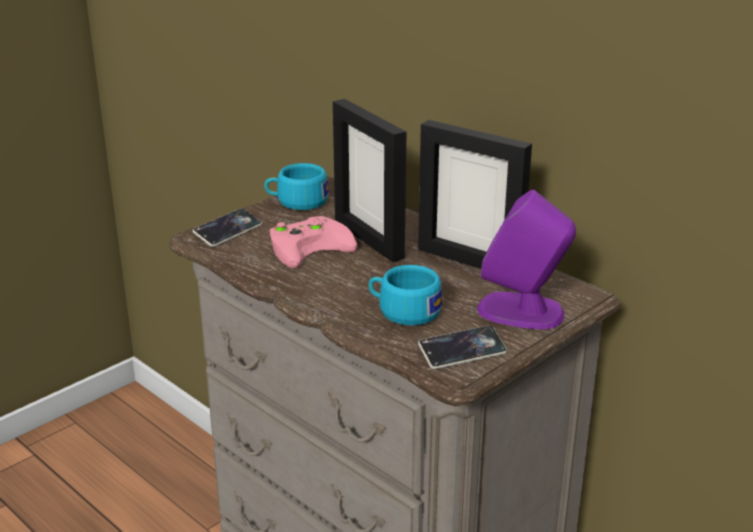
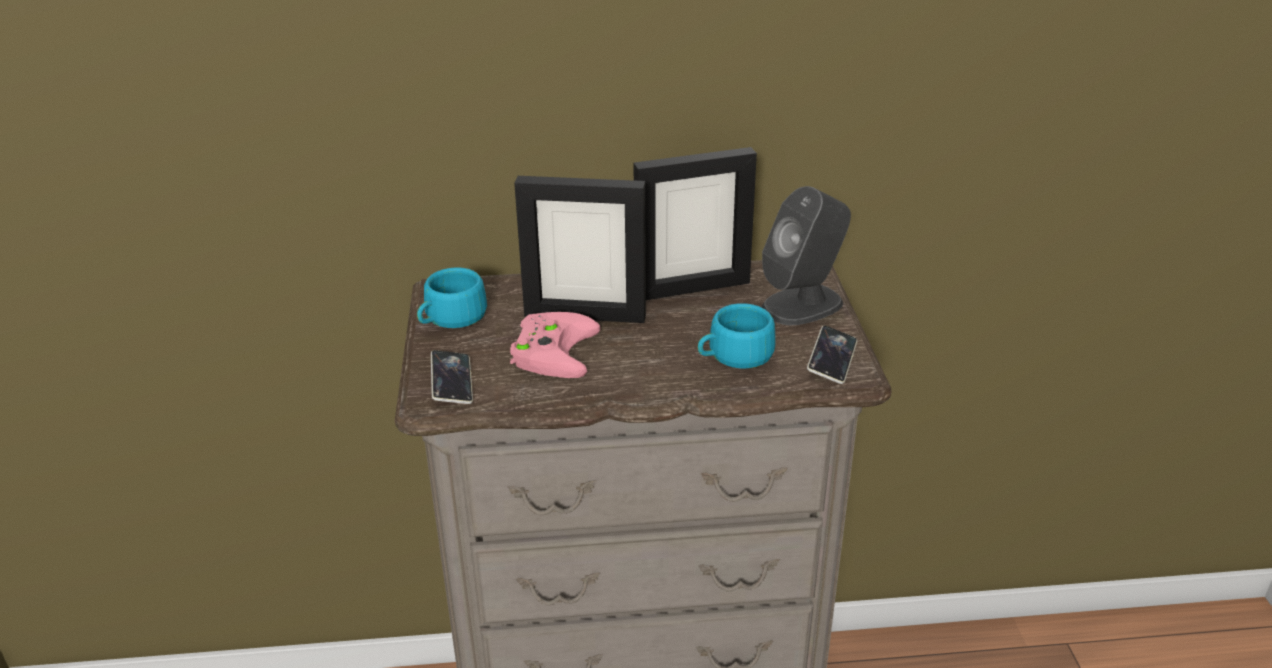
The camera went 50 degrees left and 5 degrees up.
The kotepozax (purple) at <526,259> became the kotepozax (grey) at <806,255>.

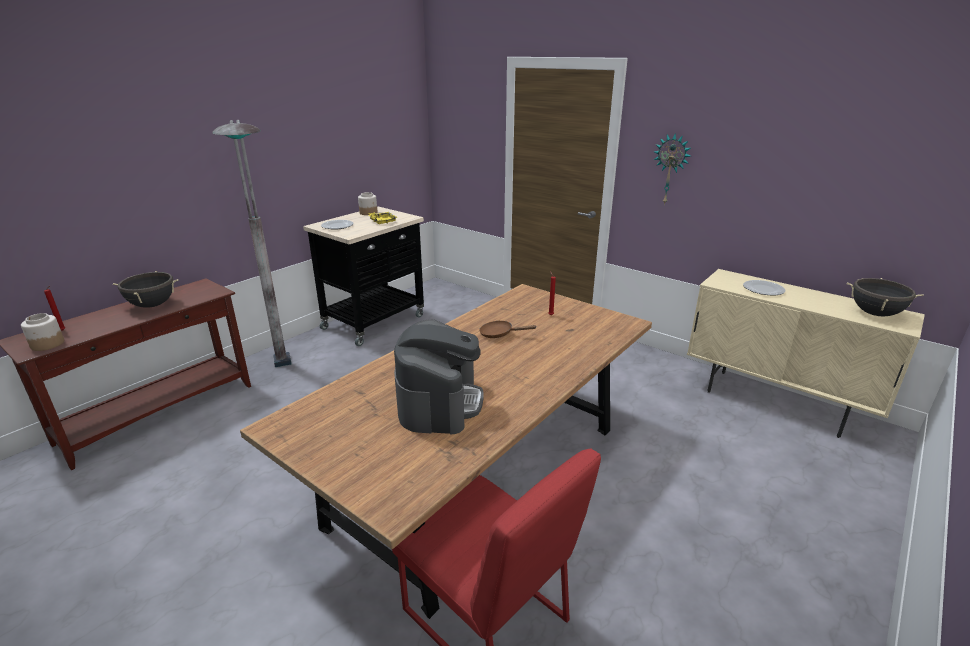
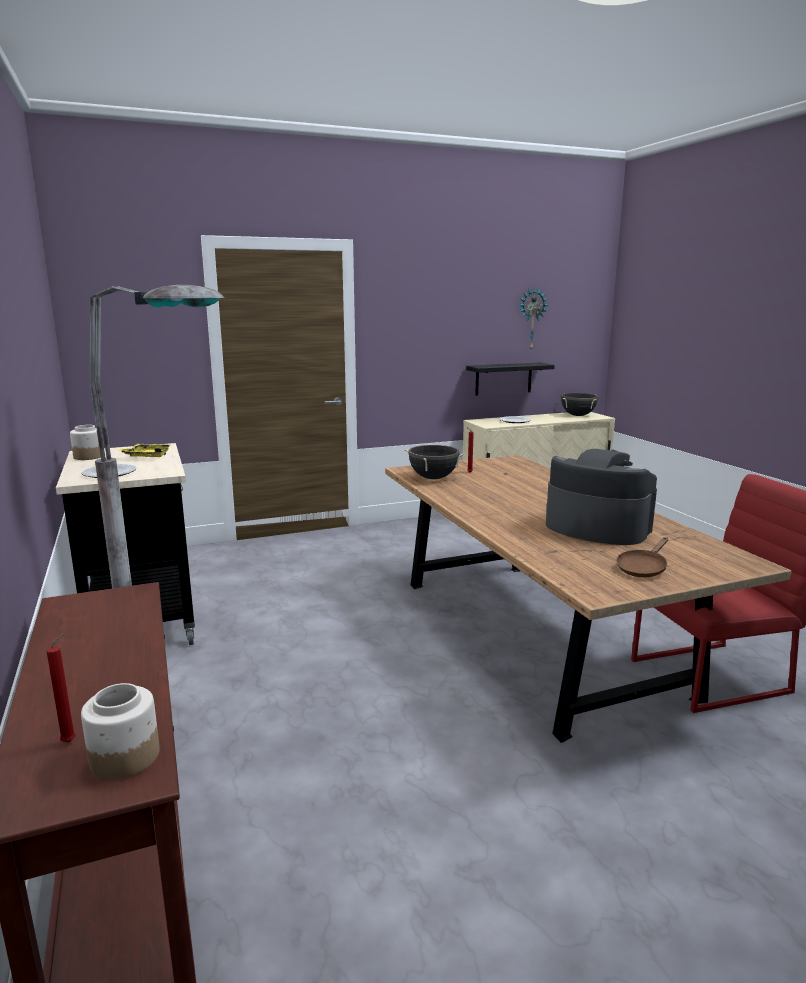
The camera went 60 degrees left and 10 degrees down.
The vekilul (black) moved from <145,289> to <434,462>.
The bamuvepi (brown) moved from <507,329> to <642,557>.
The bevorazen moved from <672,169> to <533,319>.
The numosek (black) at <510,379> appeared.

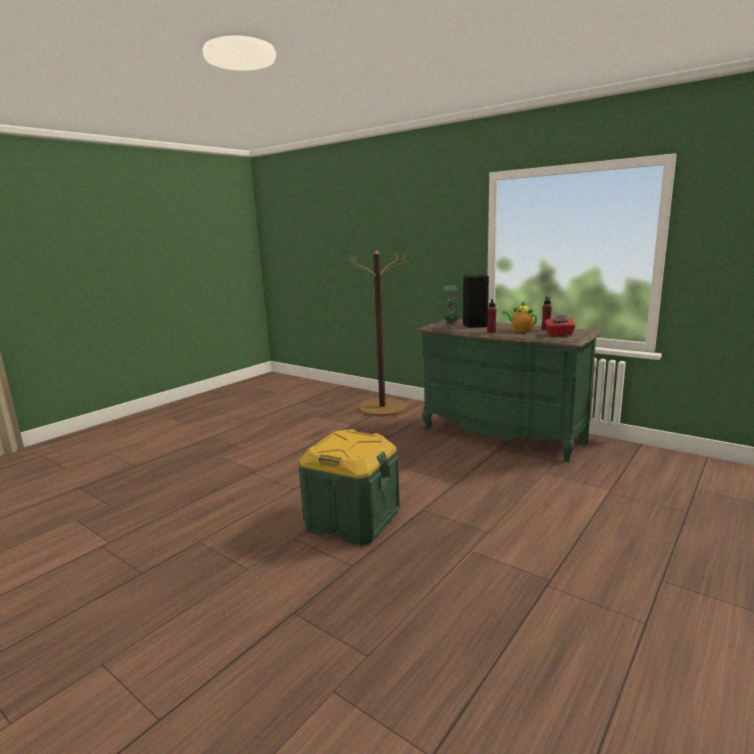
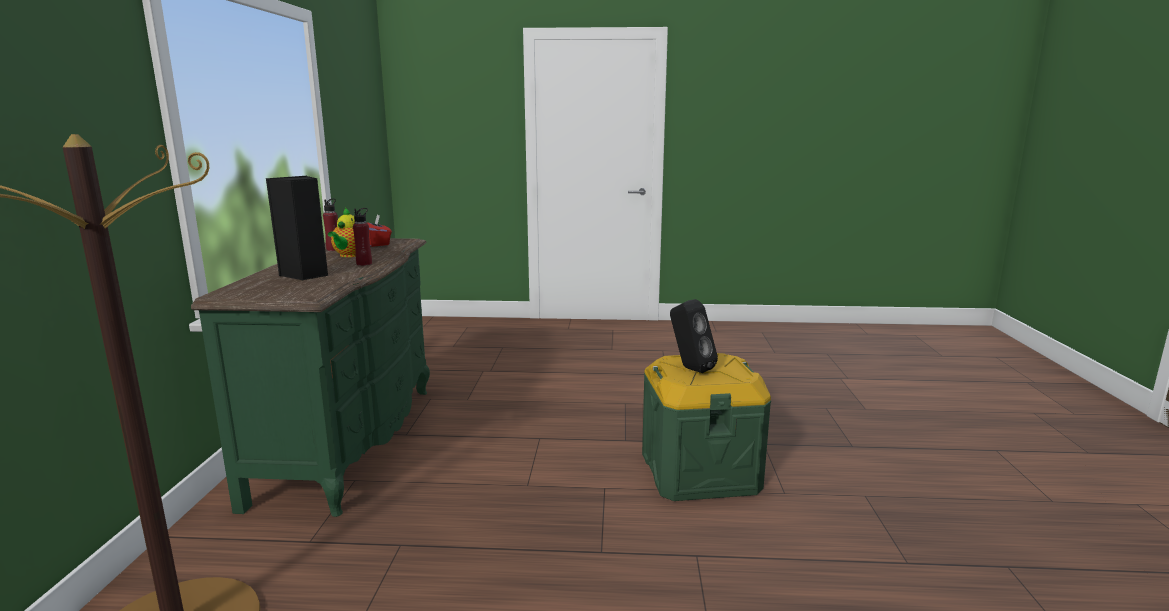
The camera went 125 degrees left and 0 degrees up.
The kotepozax (green) at <451,303> disappeared.
The kotepozax (black) at <694,336> appeared.

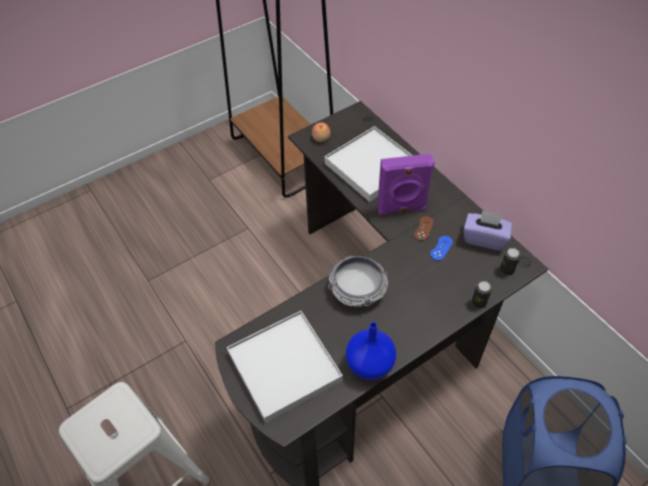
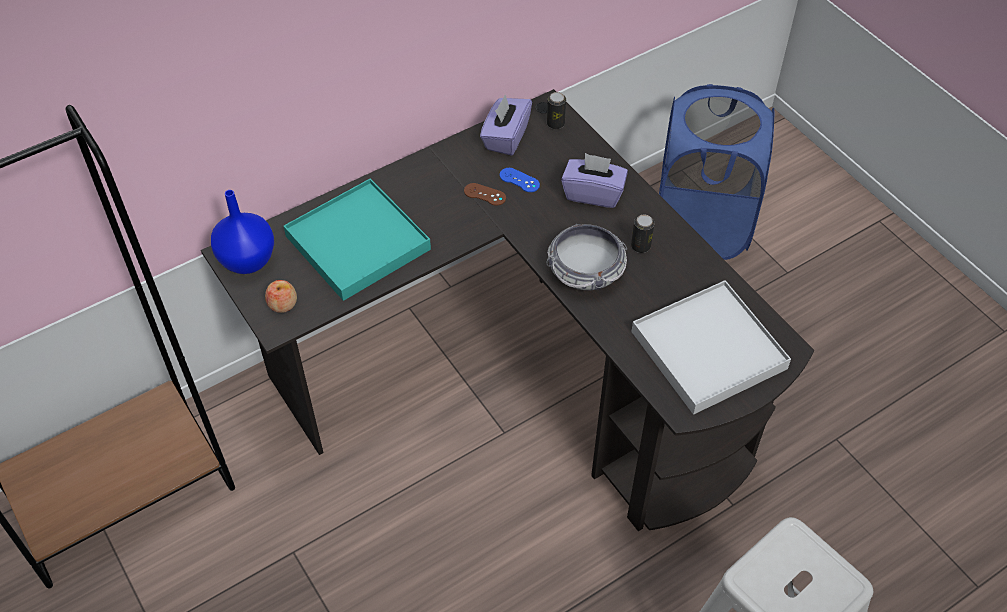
The camera went 90 degrees left and 0 degrees up.
The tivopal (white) at <369,164> became the tivopal (turquoise) at <357,239>.
The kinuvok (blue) moved from <371,351> to <242,232>.
The kotepozax (purple) at <406,184> disappeared.
The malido moved from <482,294> to <642,234>.
The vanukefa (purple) at <594,180> appeared.

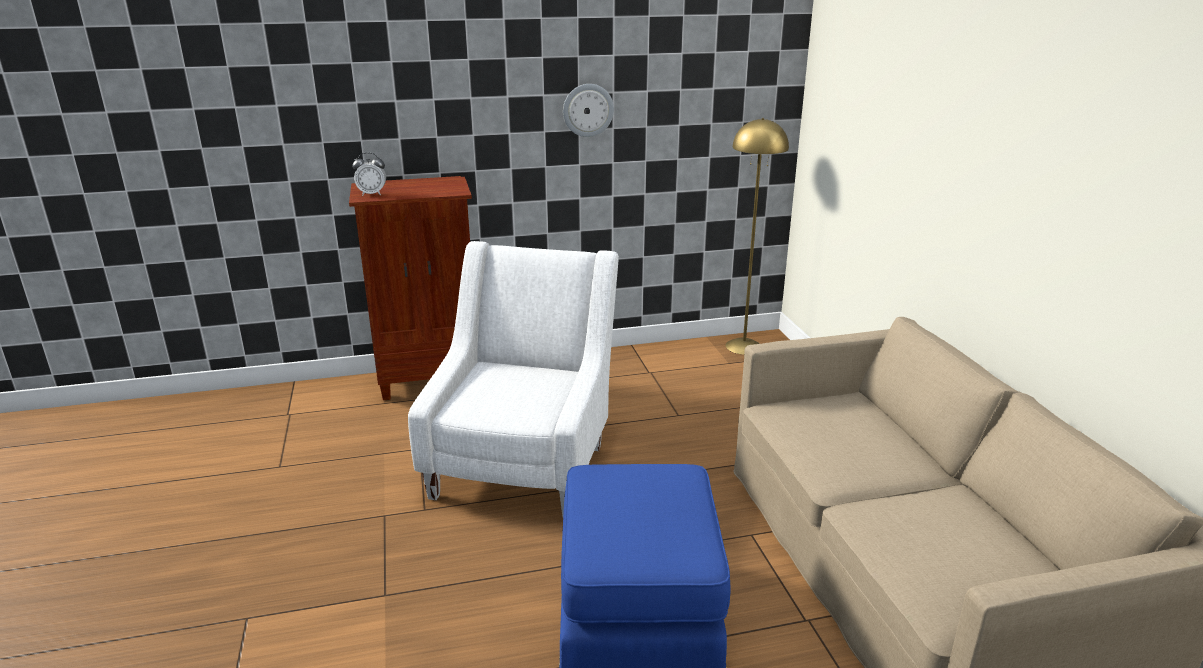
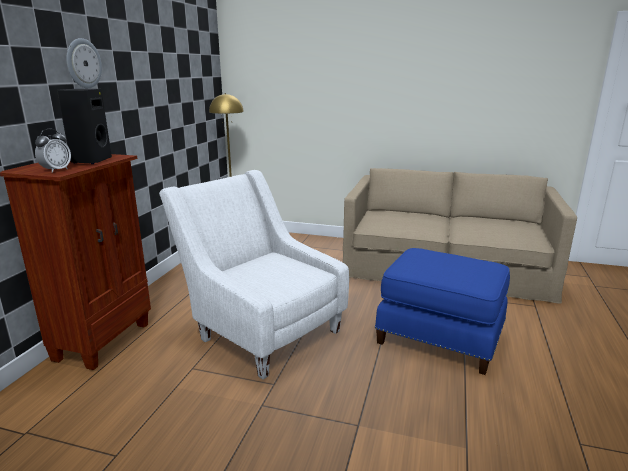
The camera went 60 degrees left and 5 degrees down.
The bevorazen moved from <588,110> to <84,63>.
The kotepozax (black) at <84,126> appeared.

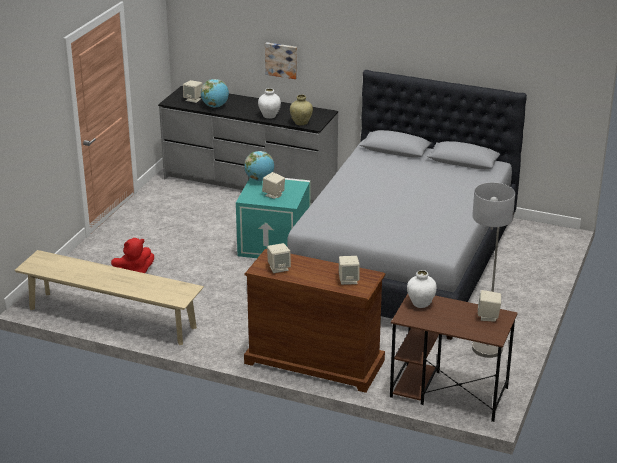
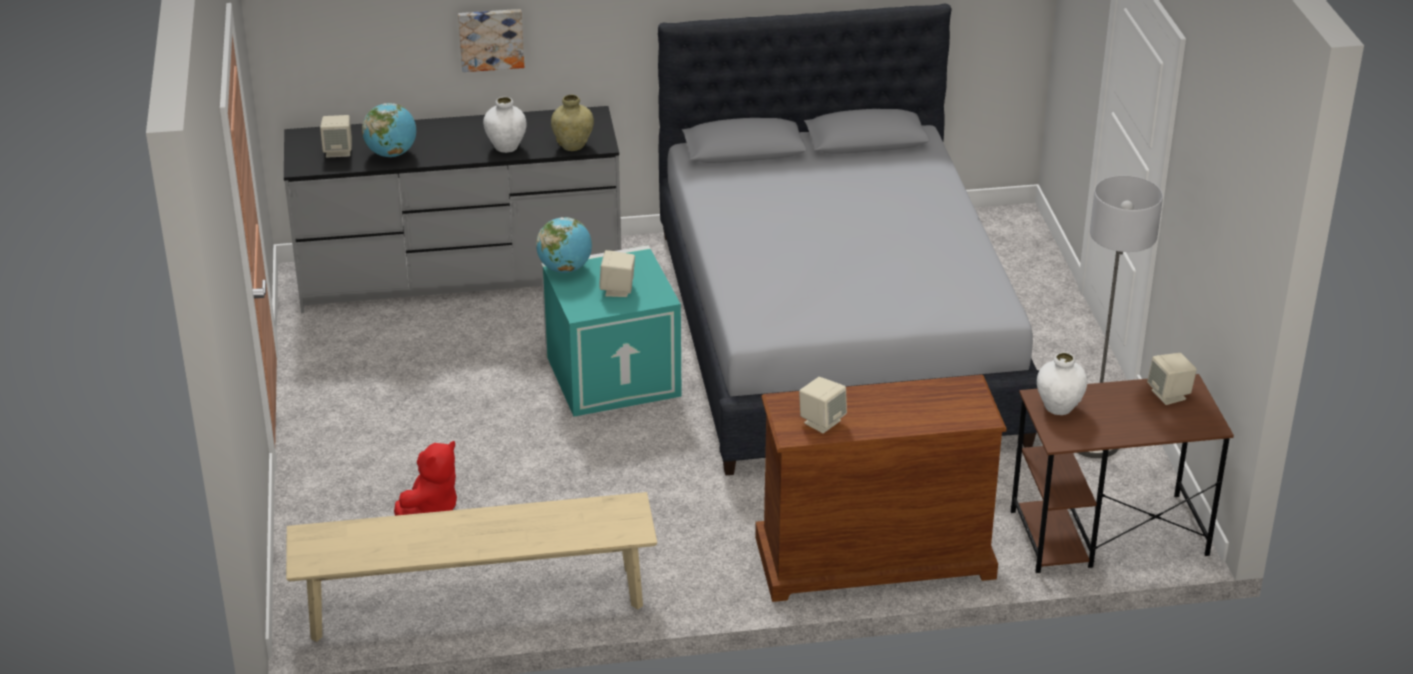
The camera went 30 degrees left and 5 degrees up.
The kotepozax (beige) at <349,270> disappeared.

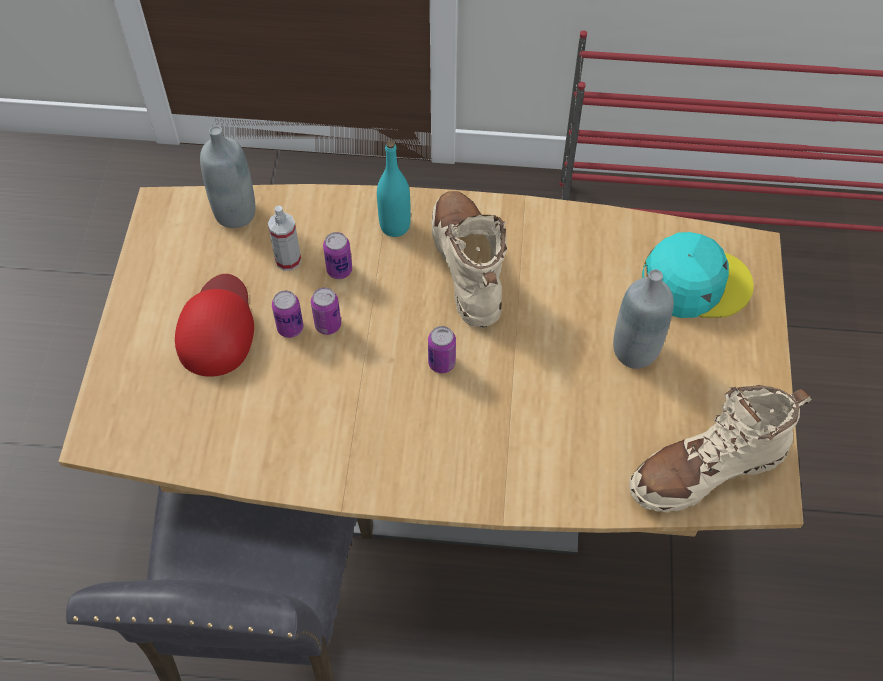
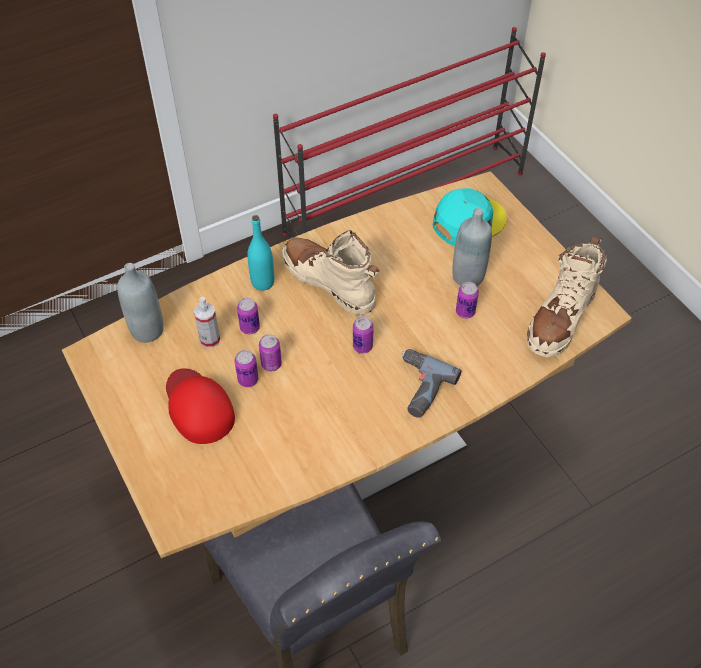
The camera went 35 degrees left and 5 degrees down.
The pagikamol at <431,383> appeared.
The malido at <467,300> appeared.

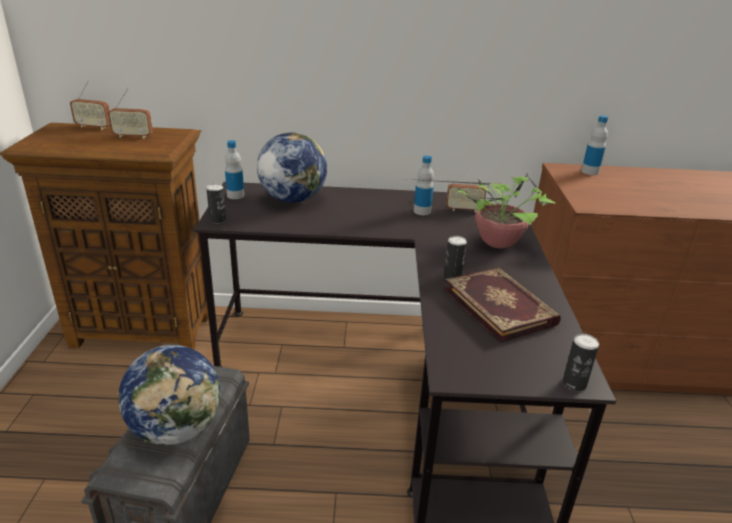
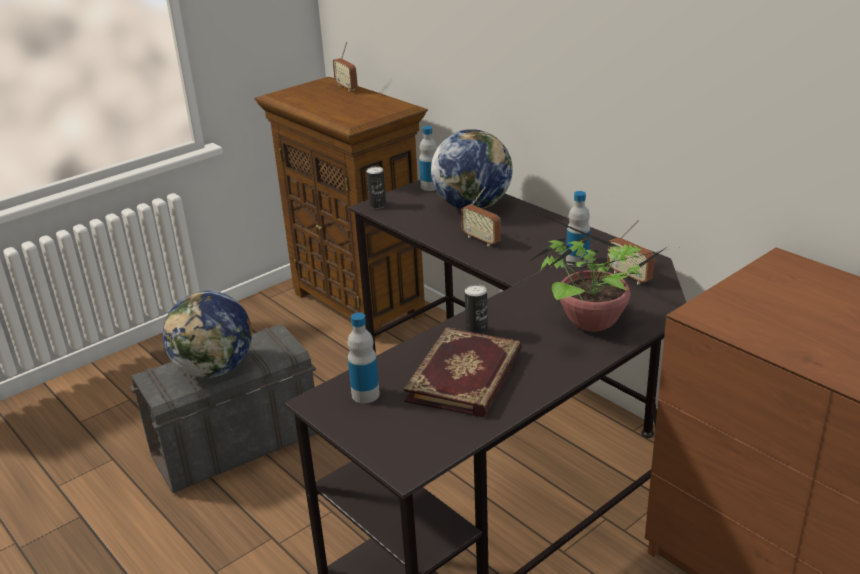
The camera went 50 degrees right and 0 degrees up.
The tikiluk moved from <130,113> to <481,216>.
The malido at <581,362> disappeared.
The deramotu moved from <594,145> to <363,357>.

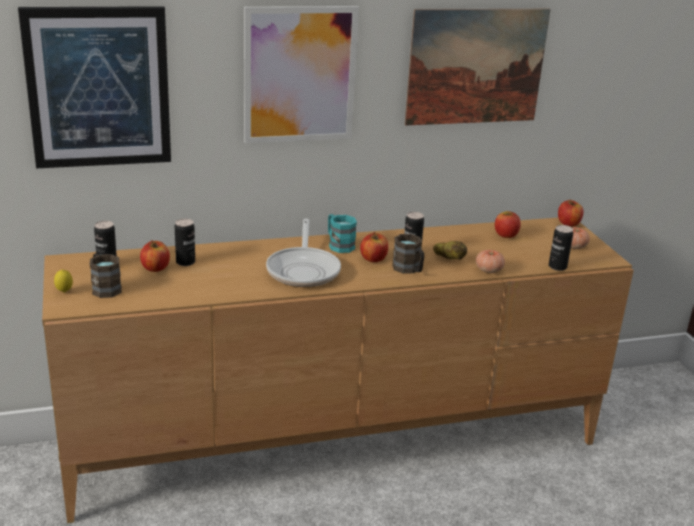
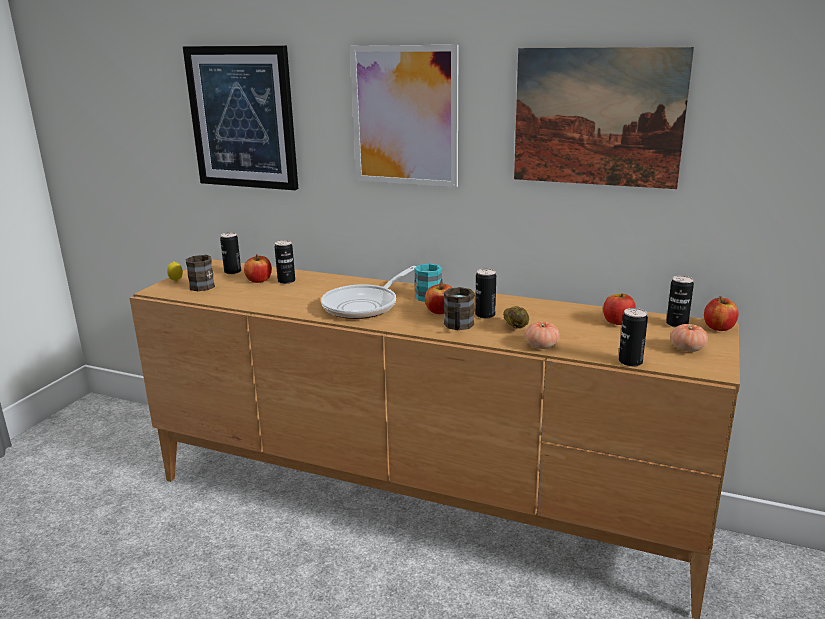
The camera went 40 degrees right and 5 degrees down.
The malido at <680,301> appeared.

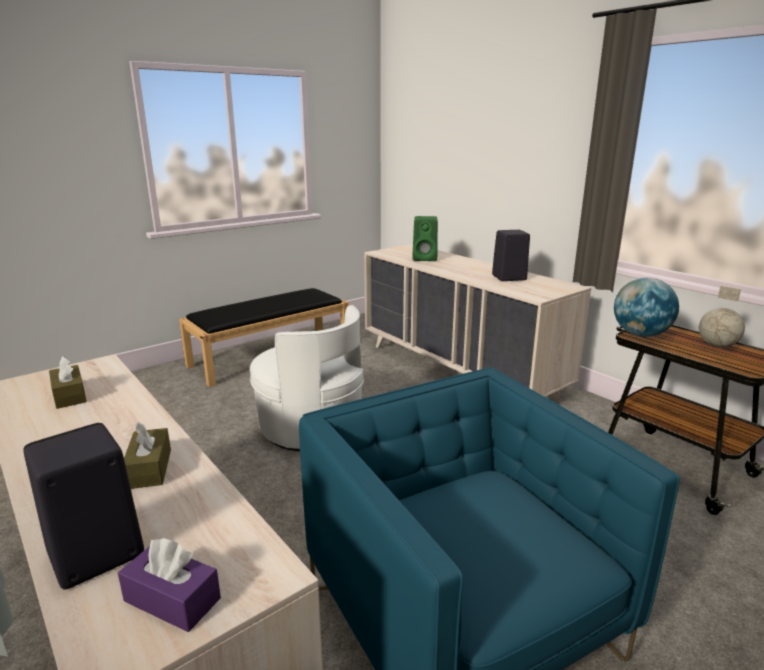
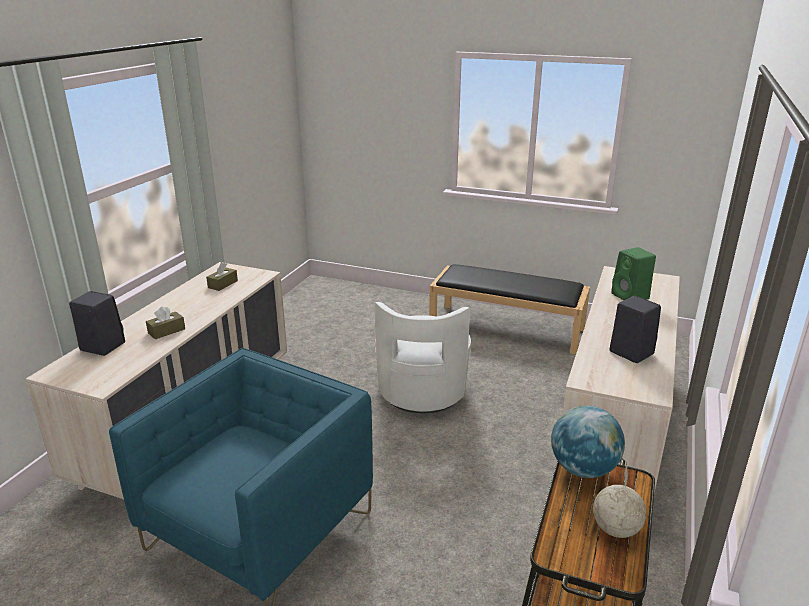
The camera went 60 degrees right and 5 degrees up.
The vanukefa (purple) at <169,585> disappeared.

